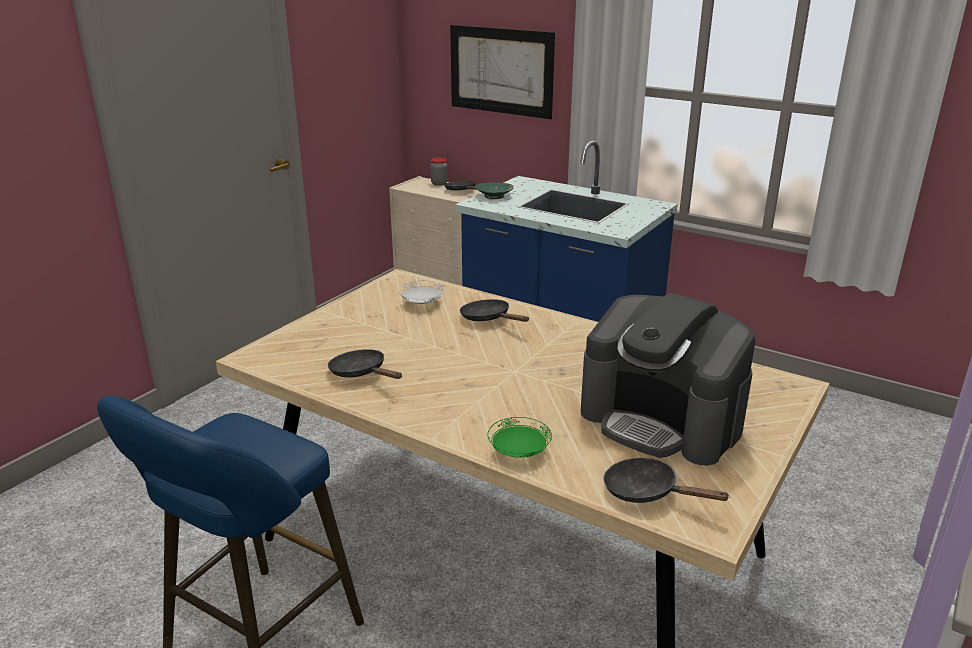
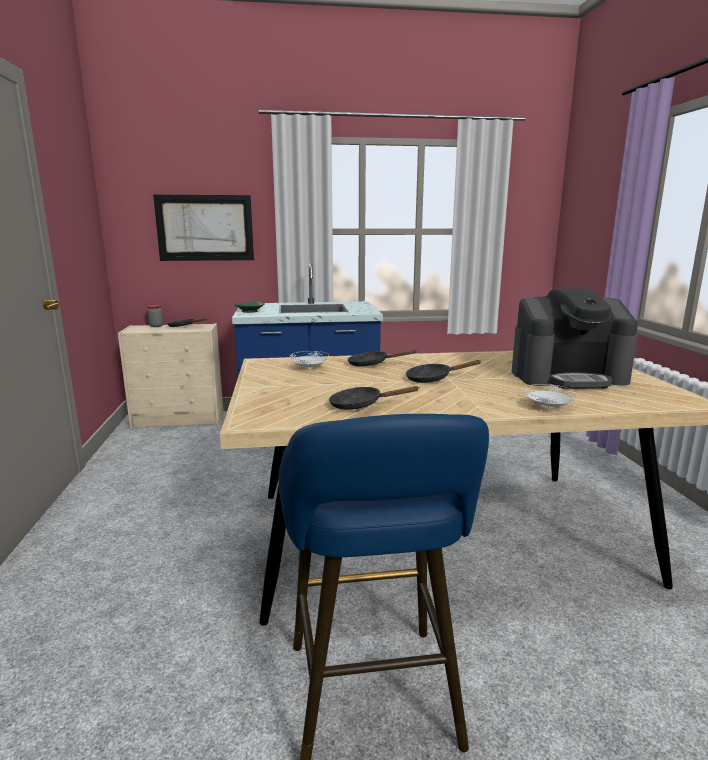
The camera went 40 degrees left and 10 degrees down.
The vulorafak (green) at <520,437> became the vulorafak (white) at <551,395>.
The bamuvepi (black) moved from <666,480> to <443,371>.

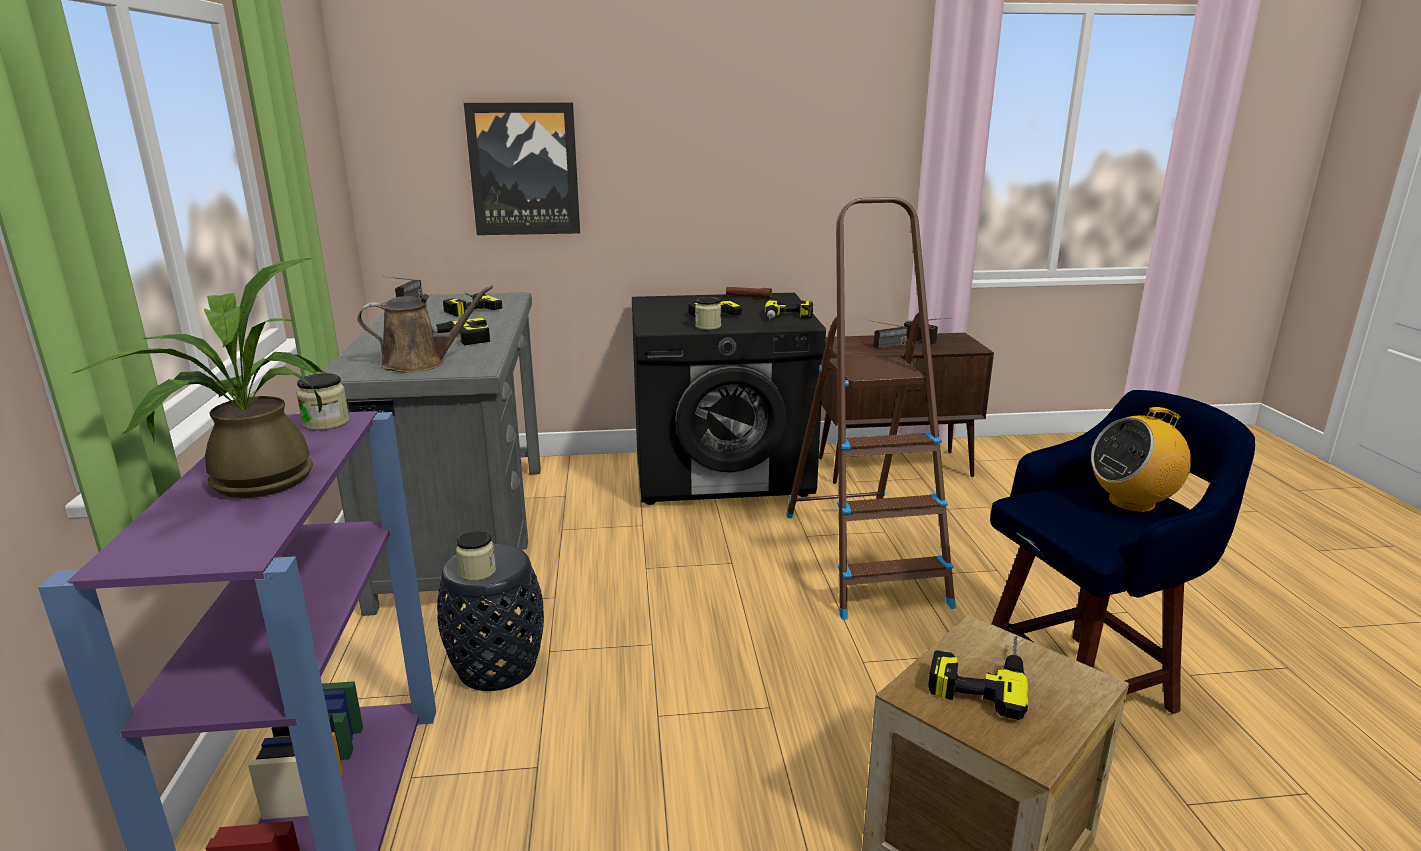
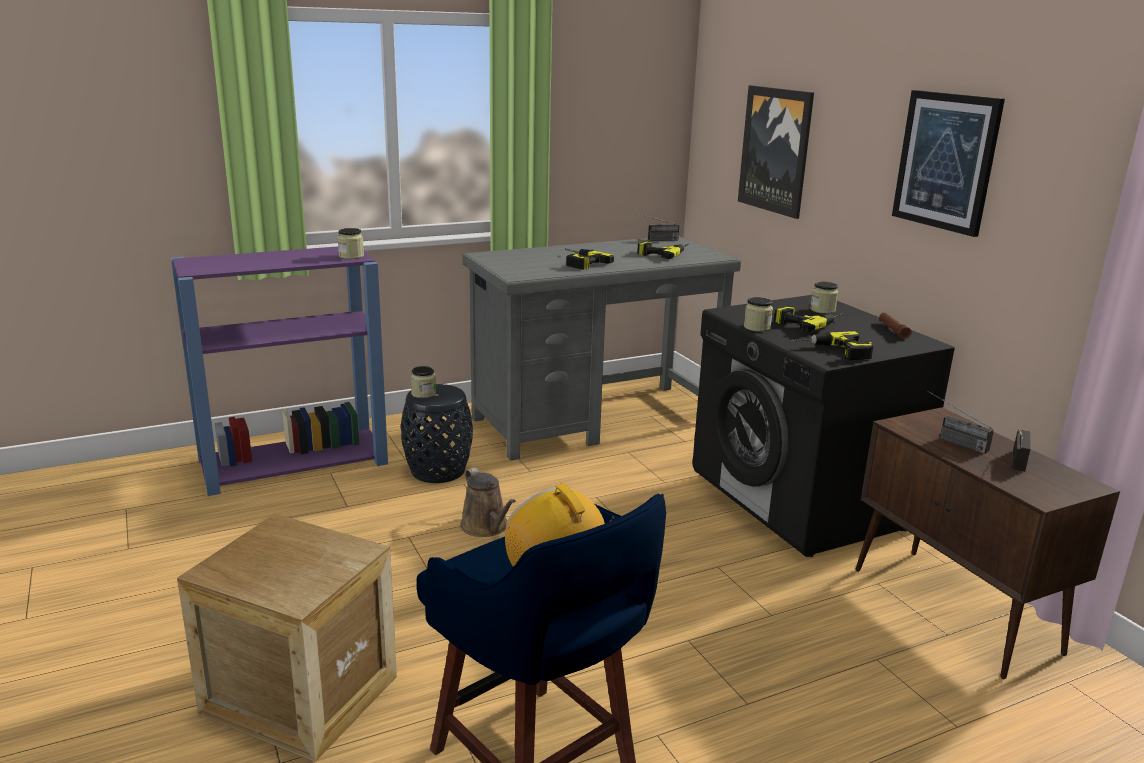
The camera went 70 degrees right and 0 degrees up.
The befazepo at <199,378> disappeared.
The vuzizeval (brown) moved from <425,329> to <488,502>.
The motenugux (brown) at <871,408> disappeared.
The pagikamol at <978,678> disappeared.
The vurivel at <824,297> appeared.
The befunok at <948,163> appeared.

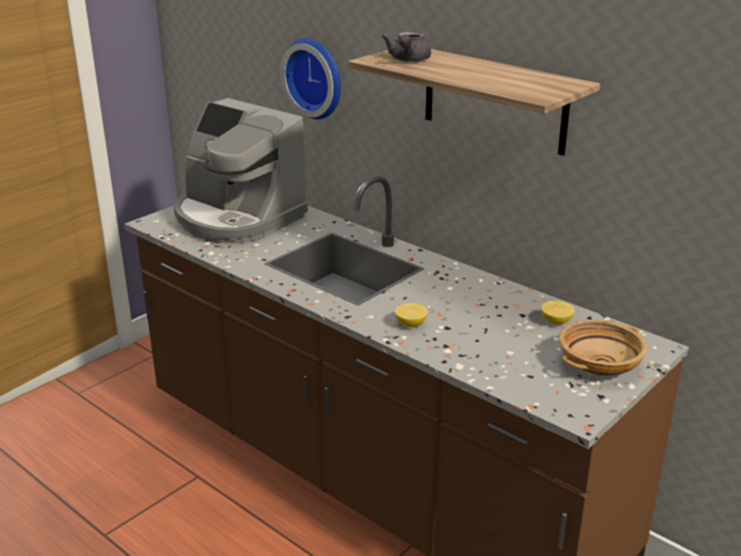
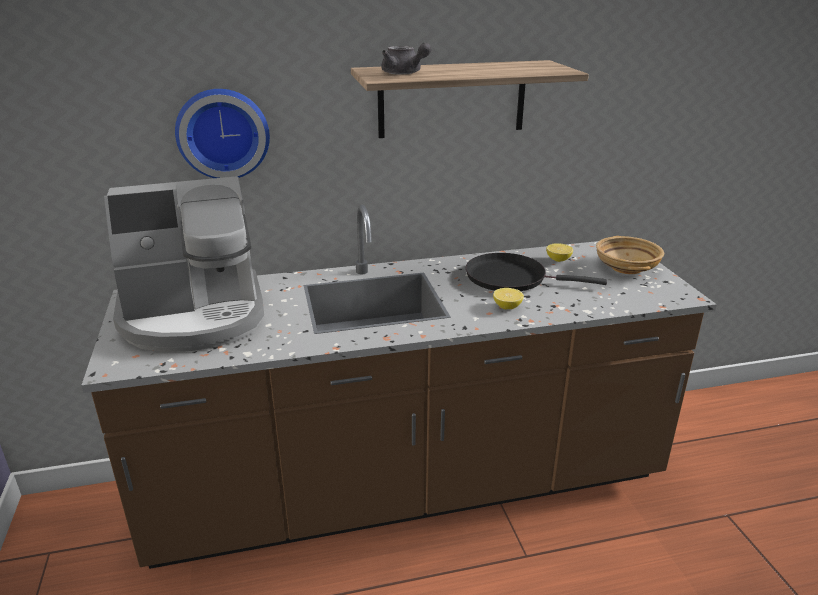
The camera went 55 degrees left and 0 degrees up.
The bamuvepi (black) at <536,272> appeared.

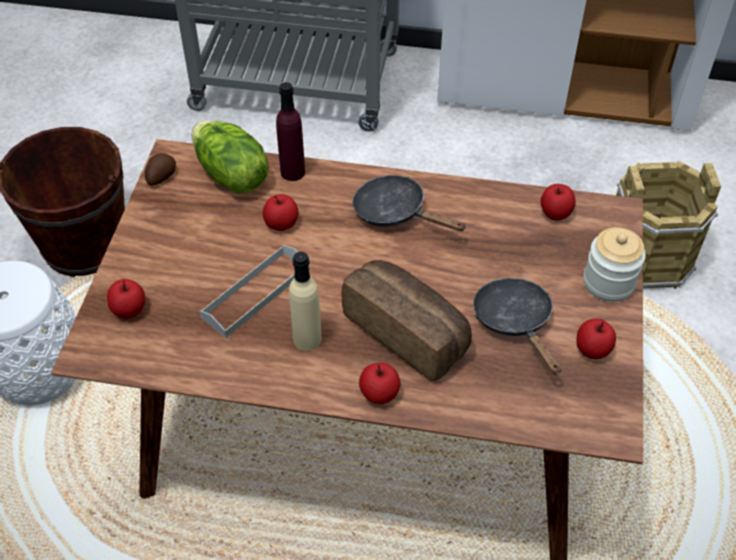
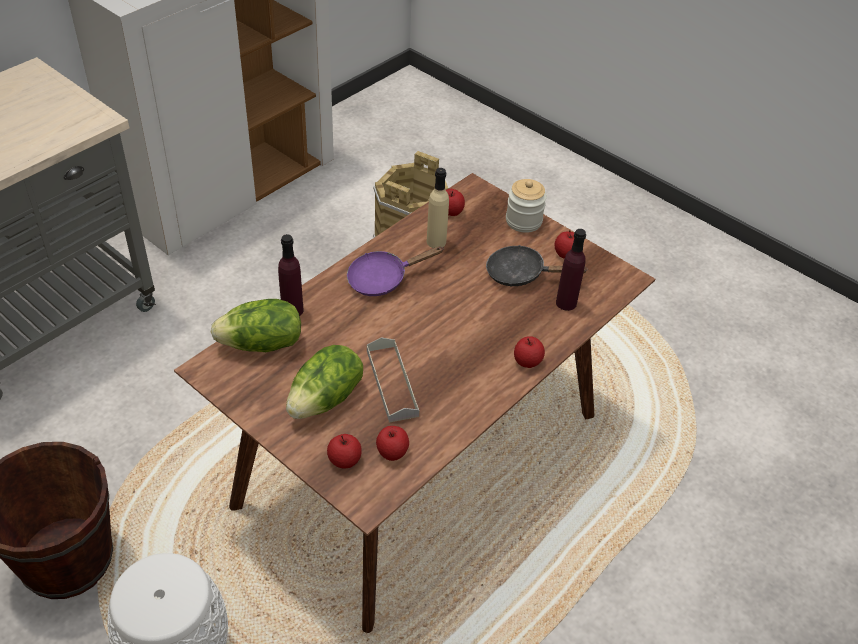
The camera went 60 degrees left and 5 degrees down.
The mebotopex at <160,169> disappeared.
The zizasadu moved from <280,212> to <392,443>.
The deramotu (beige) moved from <305,301> to <438,208>.
The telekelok at <407,320> disappeared.
The bamuvepi (black) at <409,203> became the bamuvepi (purple) at <395,271>.
The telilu at <324,382> appeared.
The deramotu (purple) at <571,270> appeared.

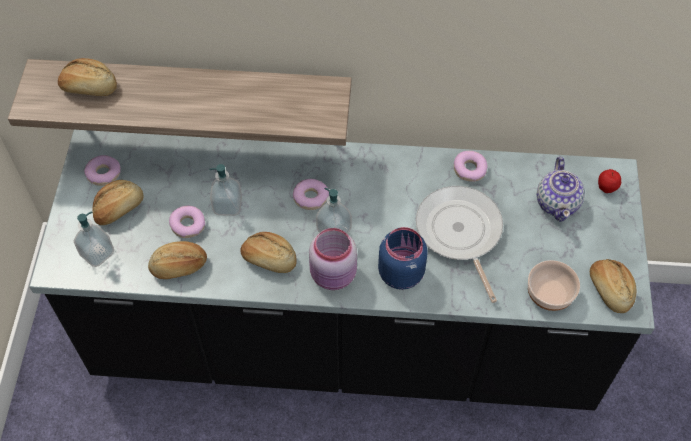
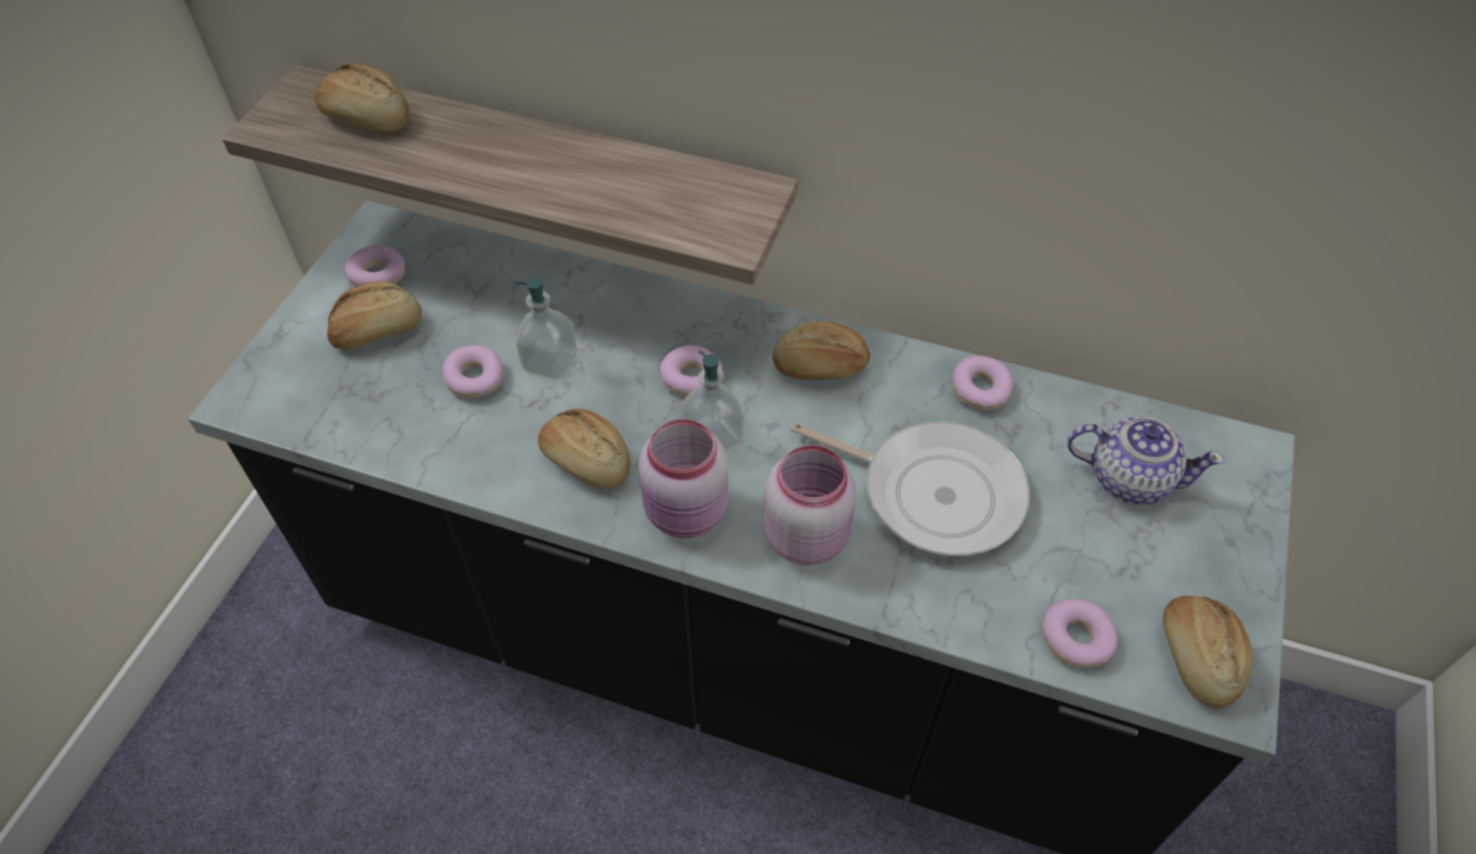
The camera went 15 degrees right and 5 degrees down.
The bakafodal at <94,239> disappeared.
The telekelok moved from <177,260> to <821,350>.
The vurivel (blue) at <403,258> became the vurivel (pink) at <810,505>.
The bamuvepi at <459,244> turned 120 degrees clockwise.
The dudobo at <554,285> was replaced by the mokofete at <1079,633>.
The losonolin at <561,189> turned 90 degrees counterclockwise.
The zizasadu at <609,181> disappeared.

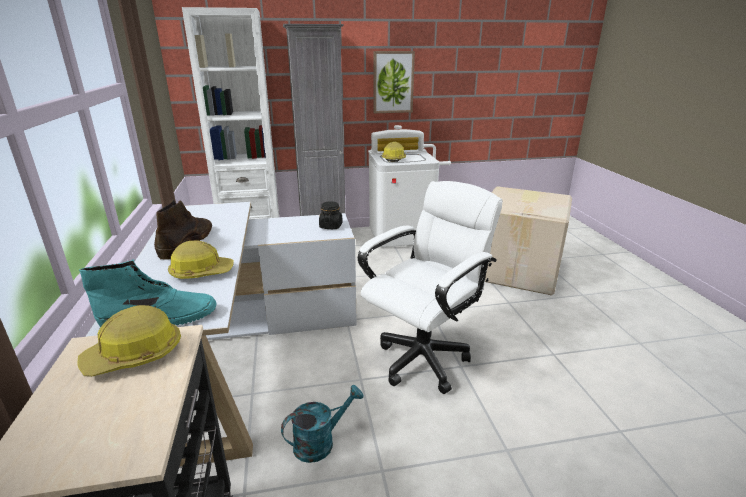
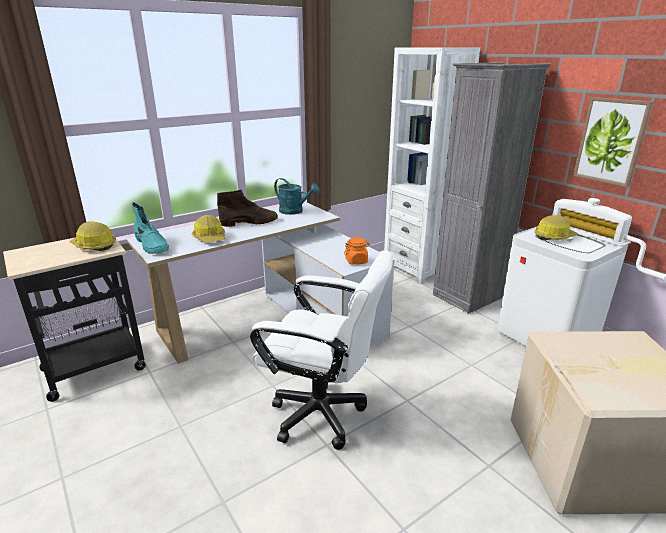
The camera went 65 degrees right and 0 degrees up.
The vuzizeval (turquoise) moved from <322,424> to <296,196>.
The vurivel (black) at <331,215> became the vurivel (orange) at <357,251>.

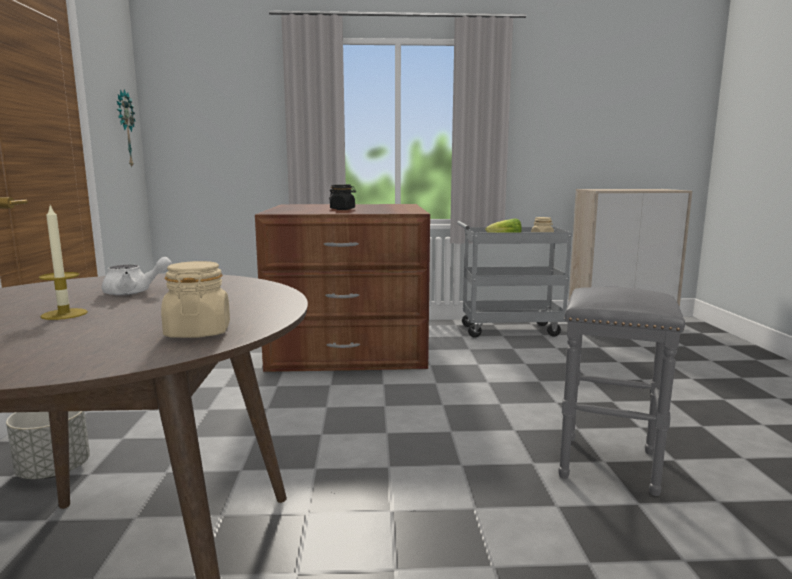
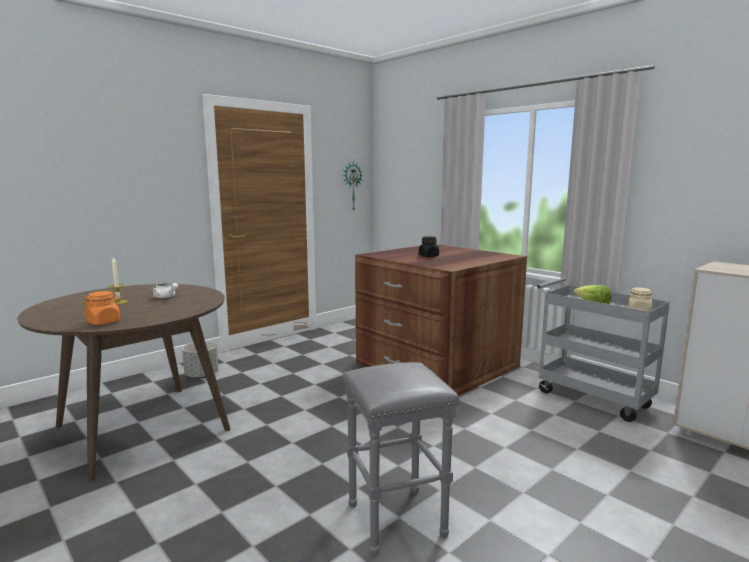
The camera went 50 degrees right and 0 degrees up.
The vurivel (beige) at <195,299> became the vurivel (orange) at <102,308>.

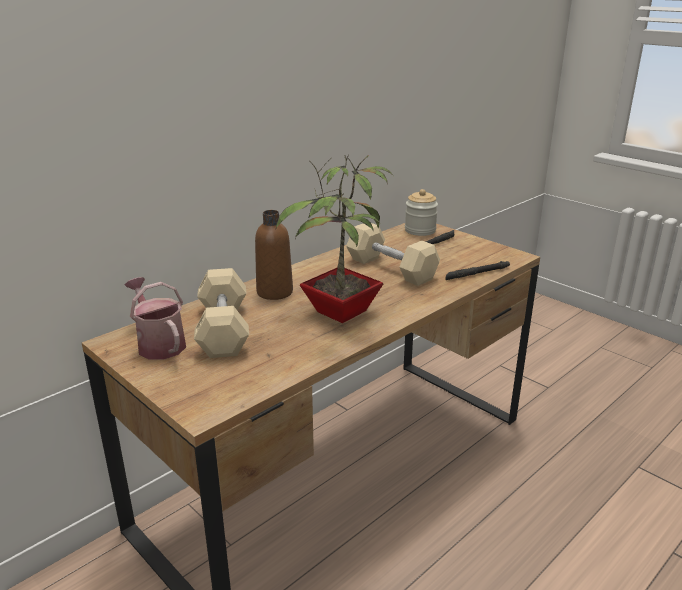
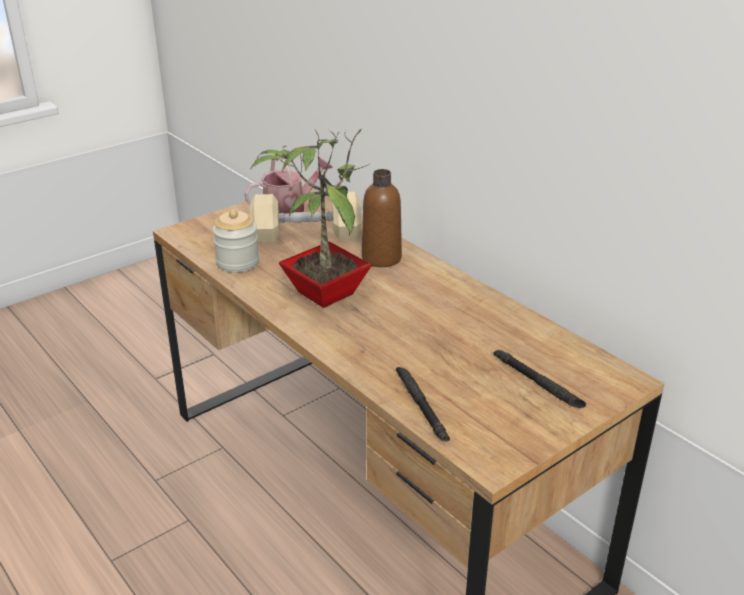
The camera went 95 degrees right and 5 degrees up.
The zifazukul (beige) at <393,254> disappeared.
The vurivel moved from <421,212> to <235,241>.

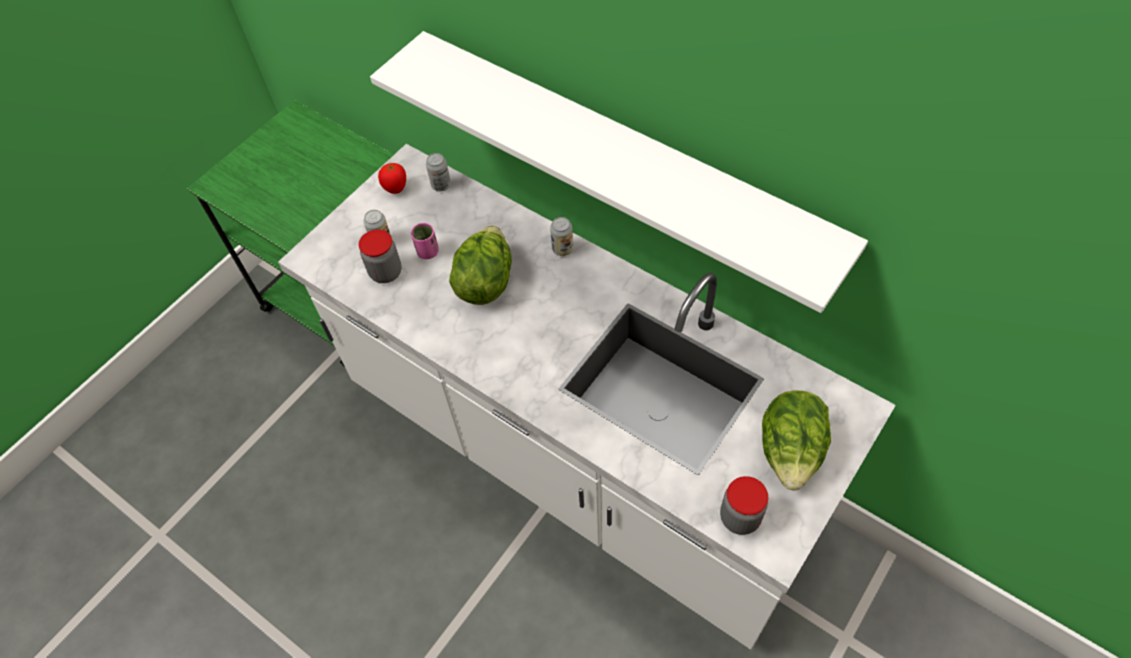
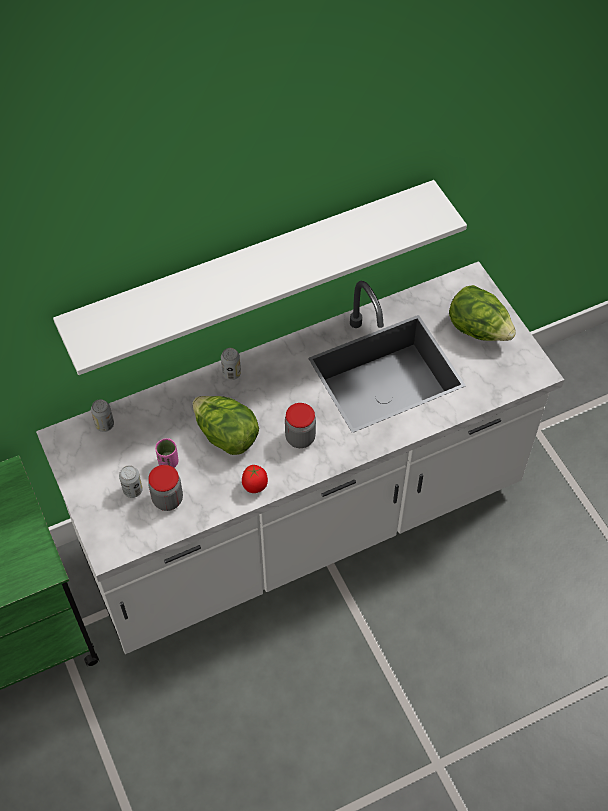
The camera went 65 degrees left and 0 degrees up.
The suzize moved from <392,178> to <255,479>.
The vurivel moved from <744,505> to <300,425>.

